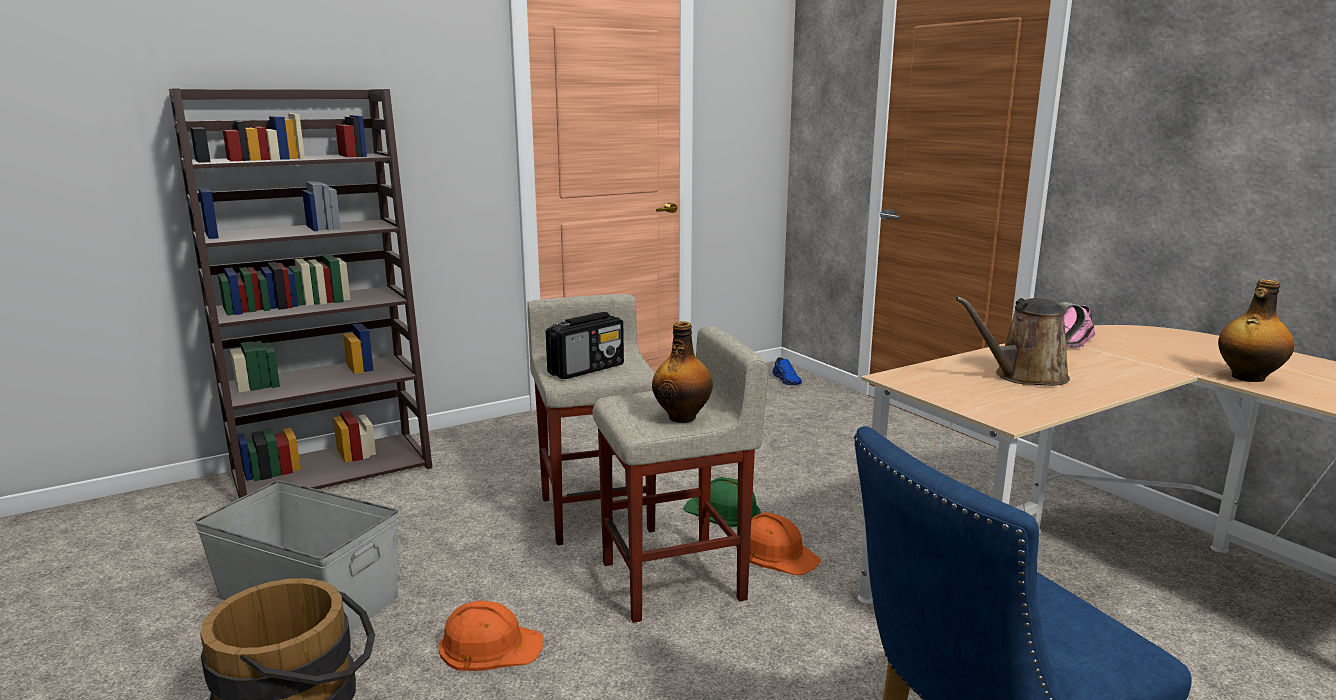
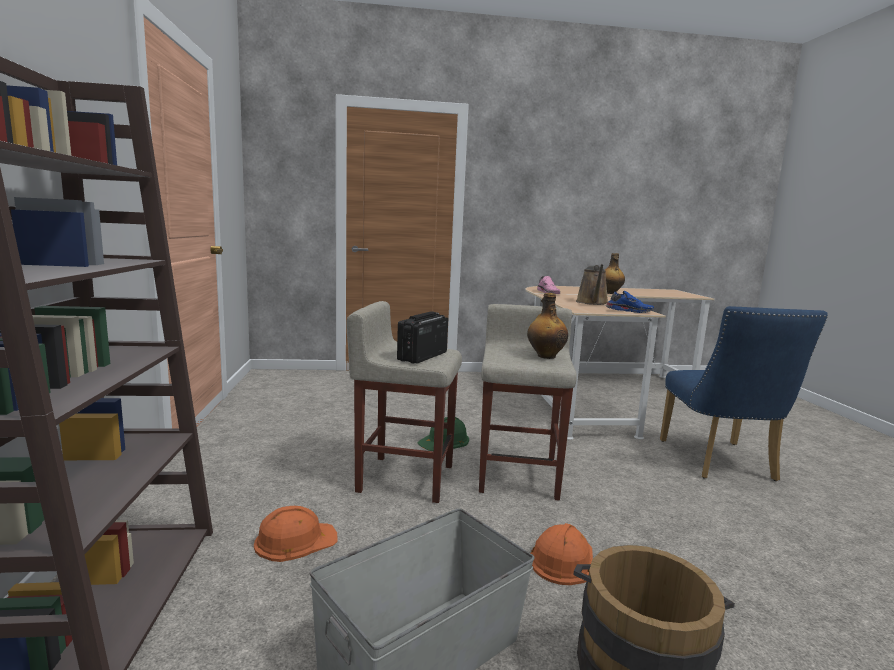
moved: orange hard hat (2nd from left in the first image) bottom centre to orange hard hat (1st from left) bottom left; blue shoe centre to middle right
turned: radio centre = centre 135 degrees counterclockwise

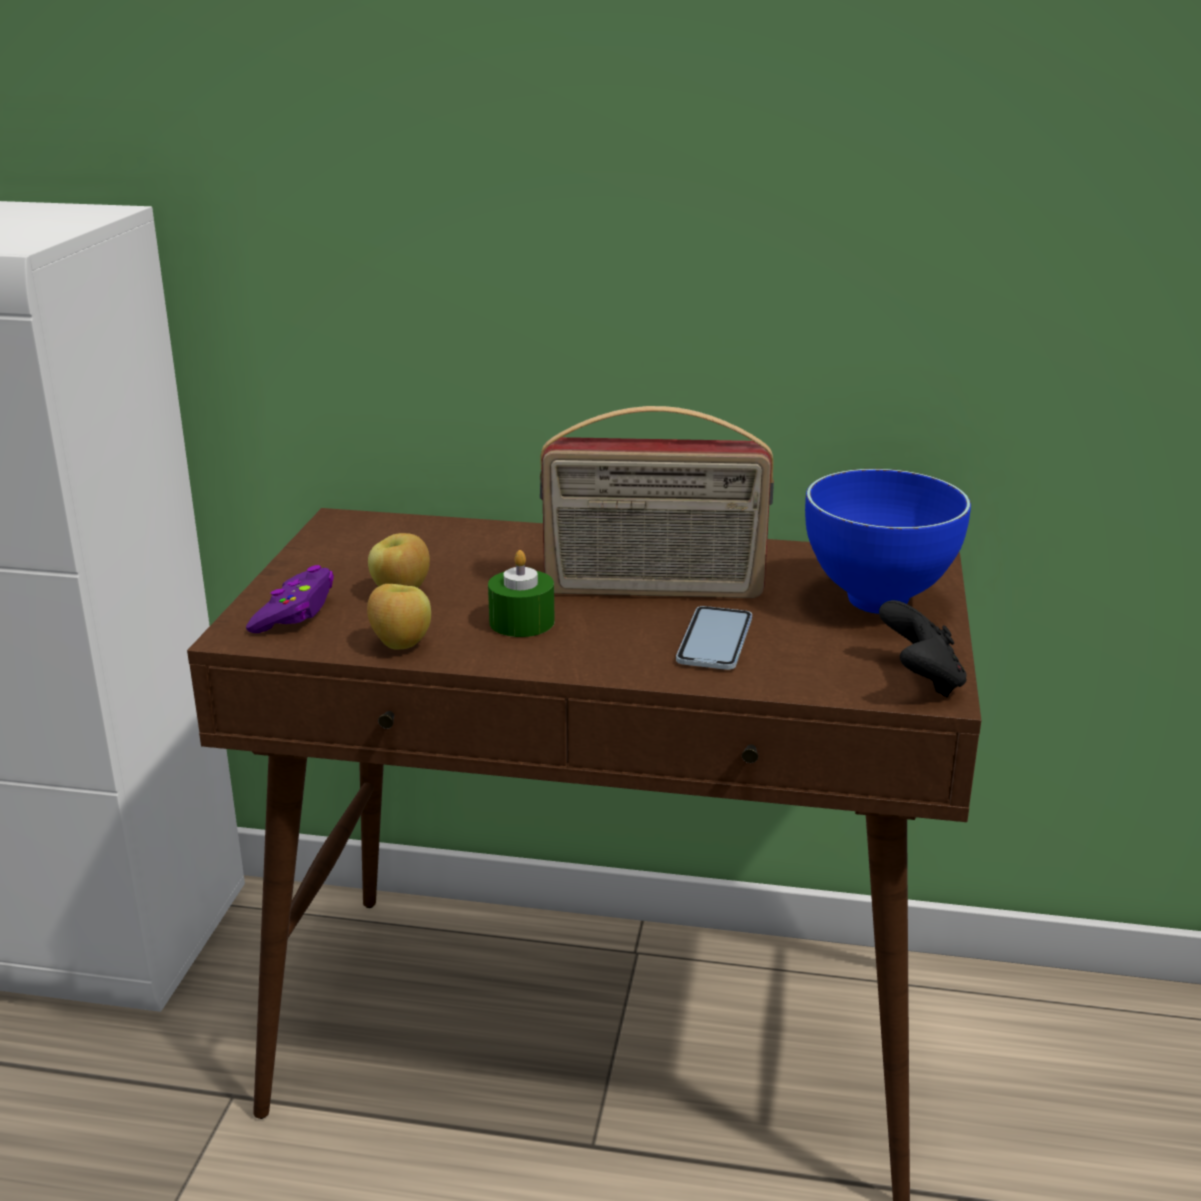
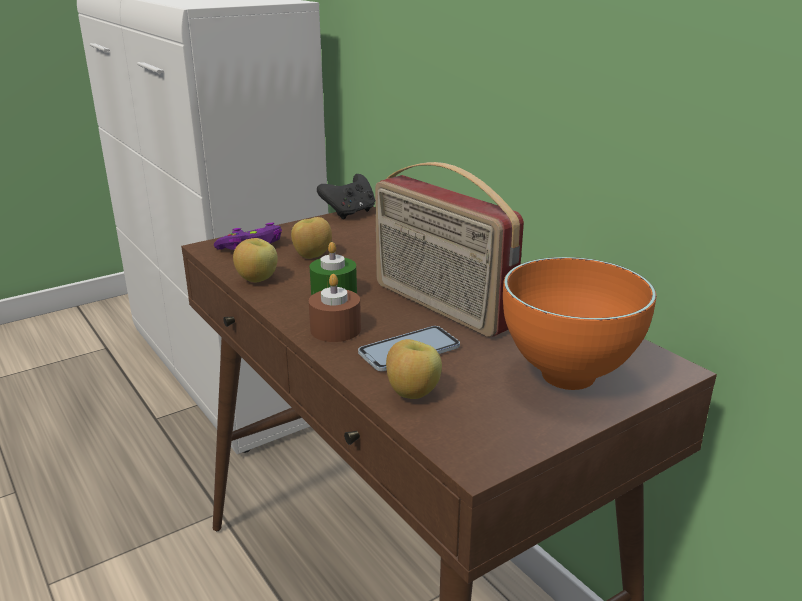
added: brown candle centre; apple (3rd from left) centre
moved: black game controller middle right to top centre
recoloured: blue bowl middle right to orange bowl middle right

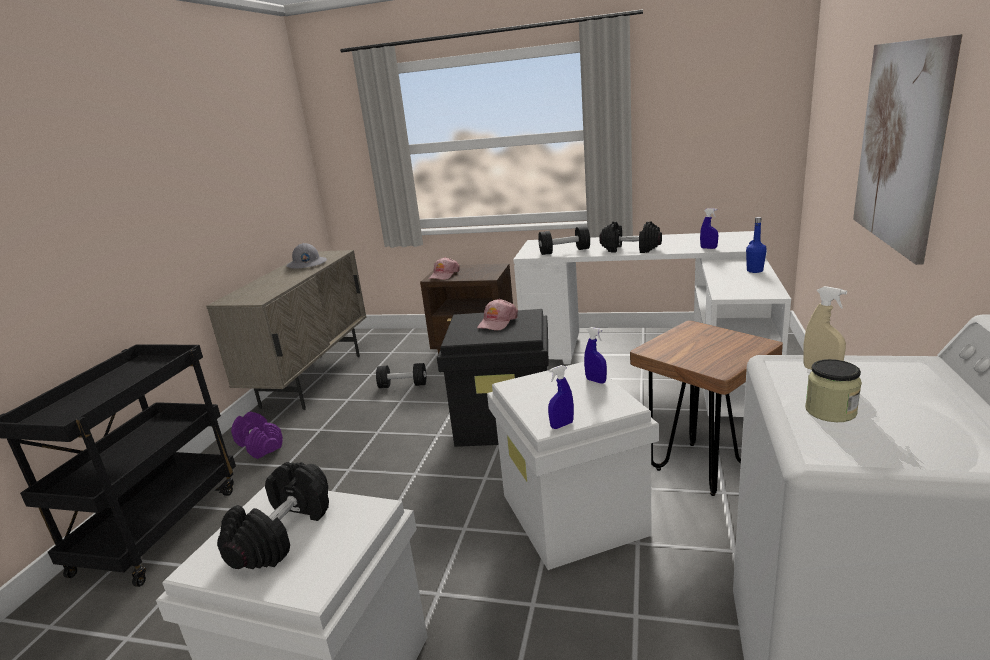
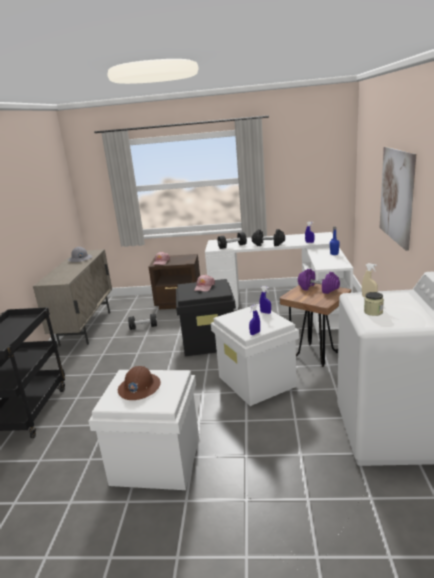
moved: purple dumbbell middle left to middle right
replaced: black dumbbell (1st from left) bottom left to brown hard hat middle left

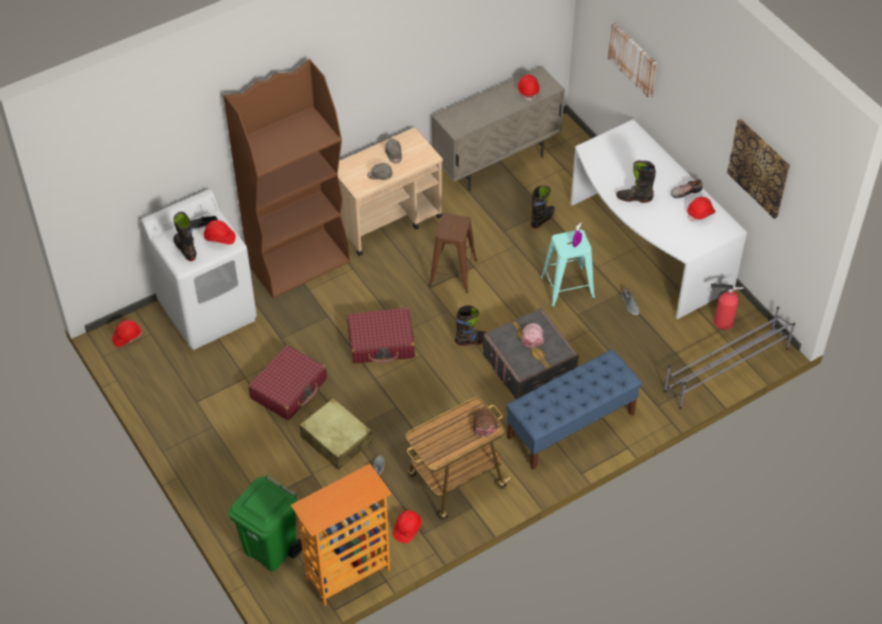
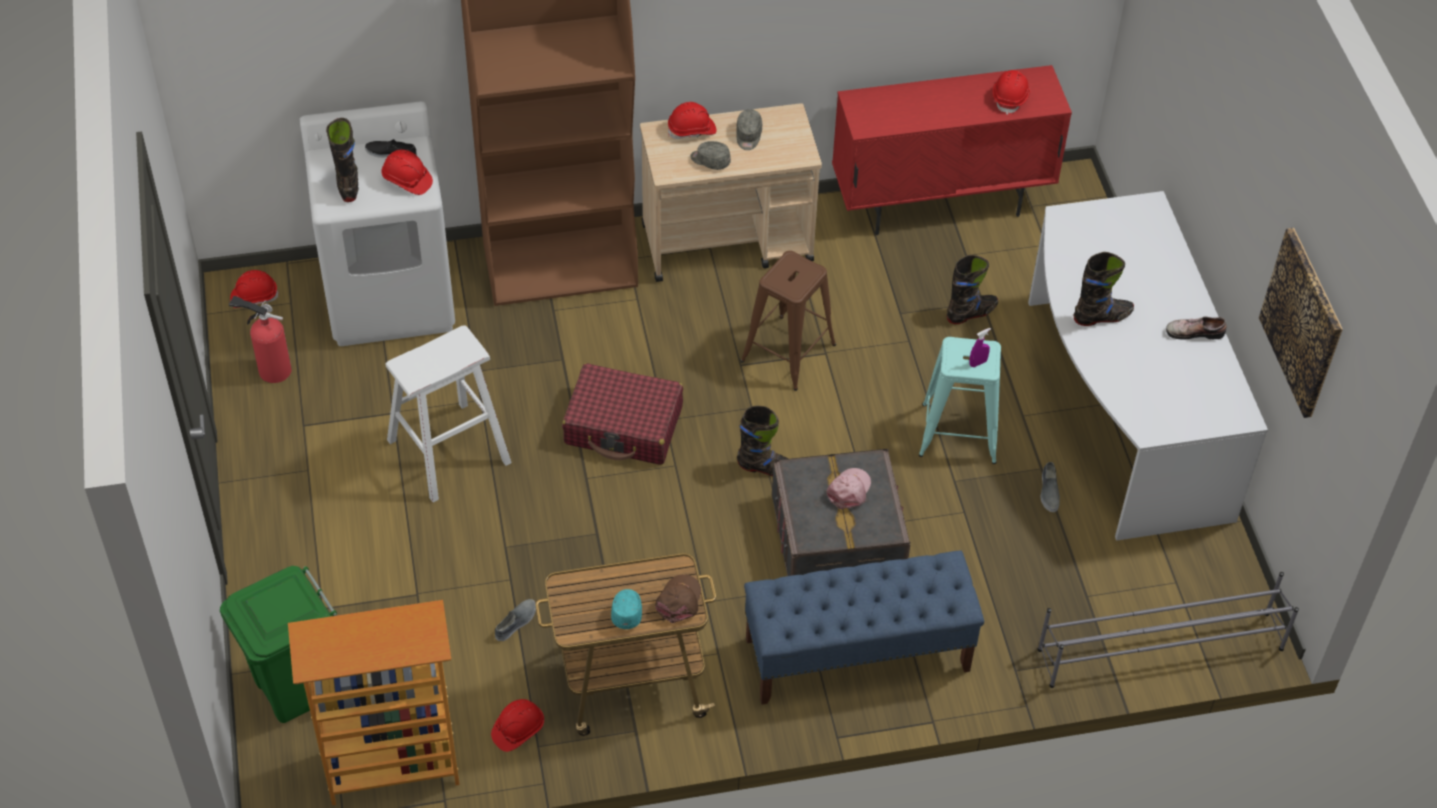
removed: beige suitcase bottom centre; picture (1st from left) top right
added: turquoise cap bottom centre
moved: red hard hat (5th from left in the first image) middle right to red hard hat (4th from left) top centre; fire extinguisher middle right to middle left
replaced: red suitcase (1st from left) middle left to white stool middle left
recoloured: beige cabinet top centre to red cabinet top centre
turned: black boot (4th from left) top right = middle right 135 degrees clockwise

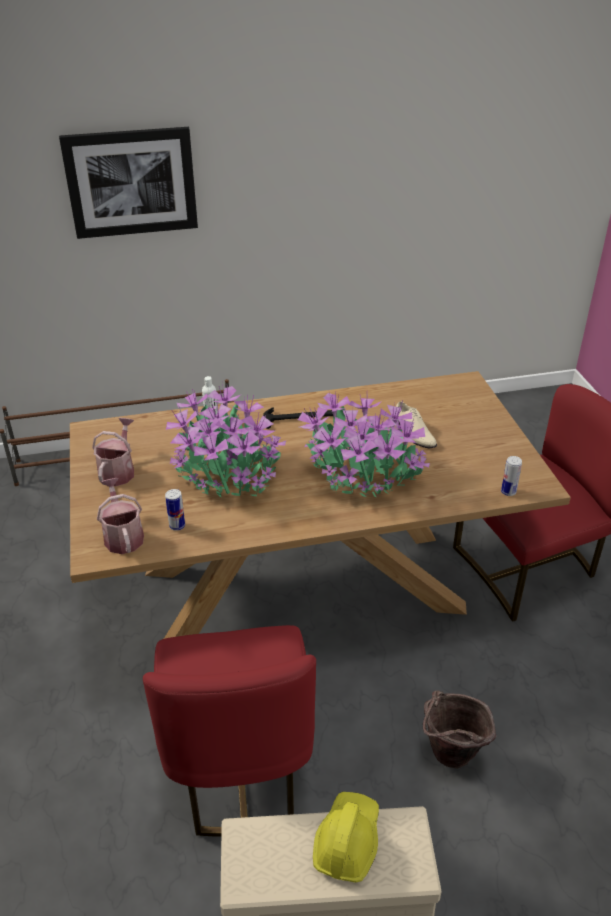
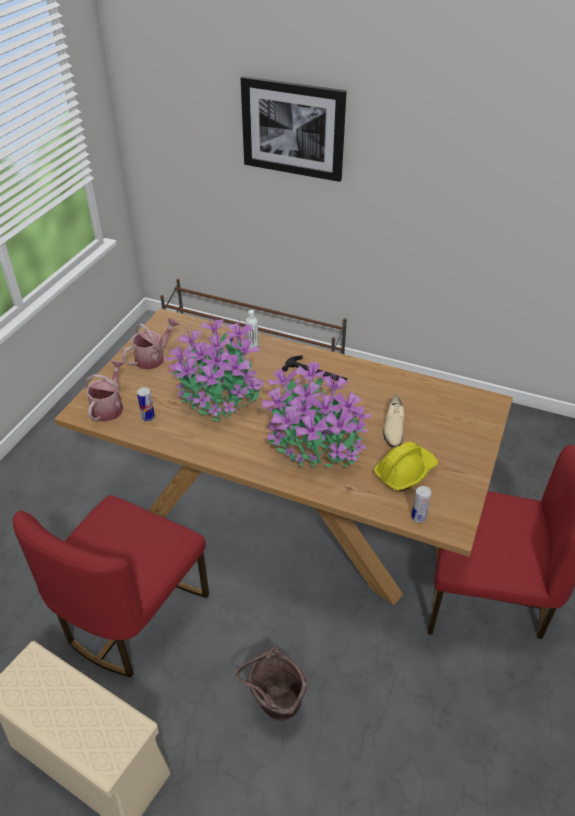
moved: yellow hard hat bottom centre to middle right

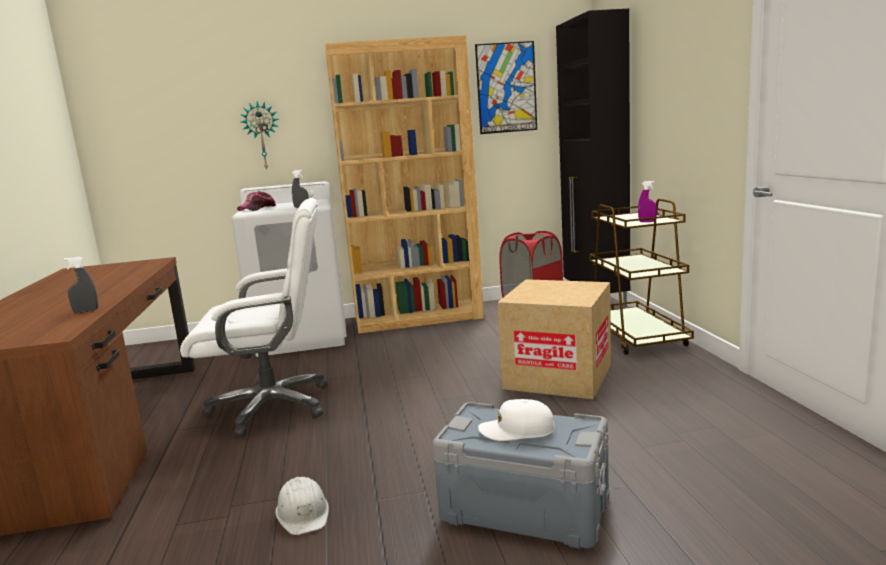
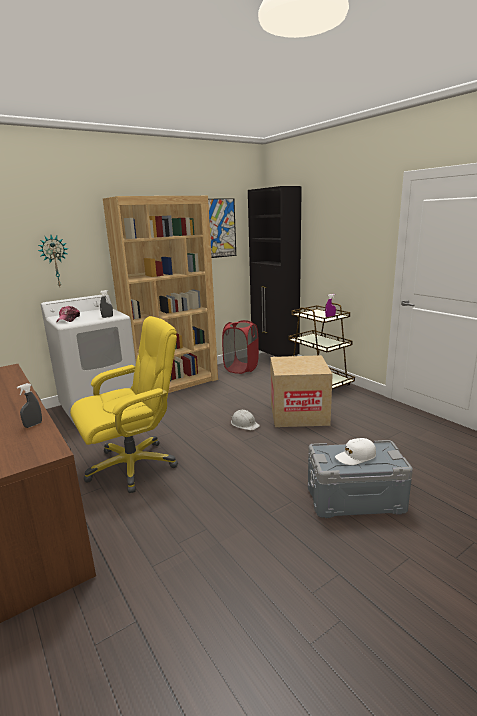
moved: white hard hat bottom centre to centre
recoloured: white office chair middle left to yellow office chair middle left

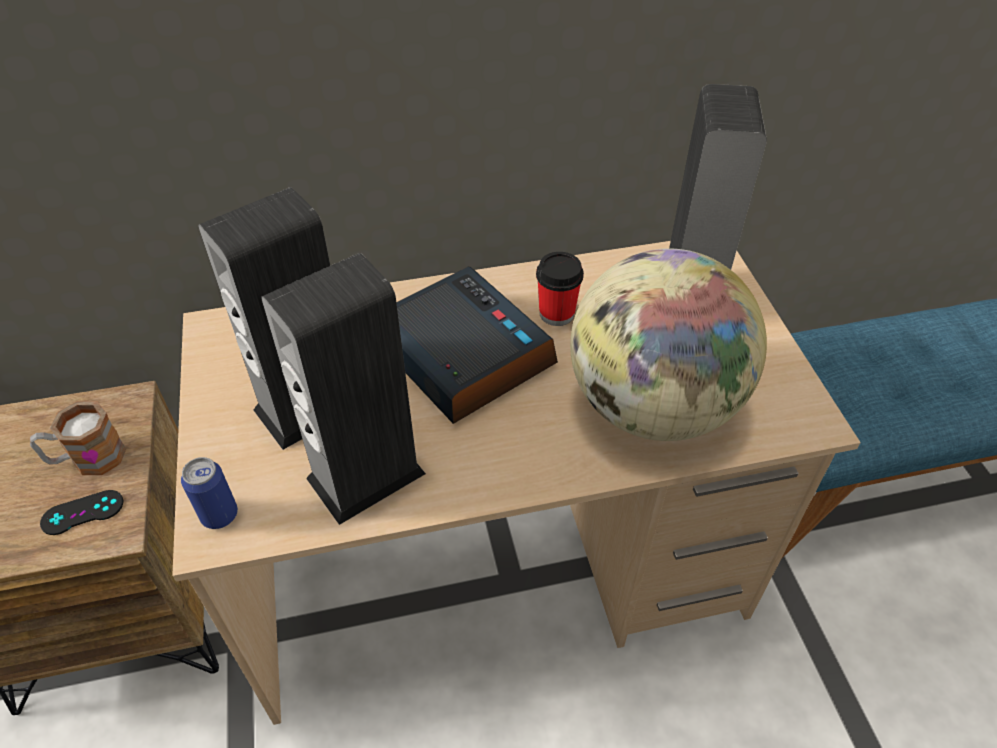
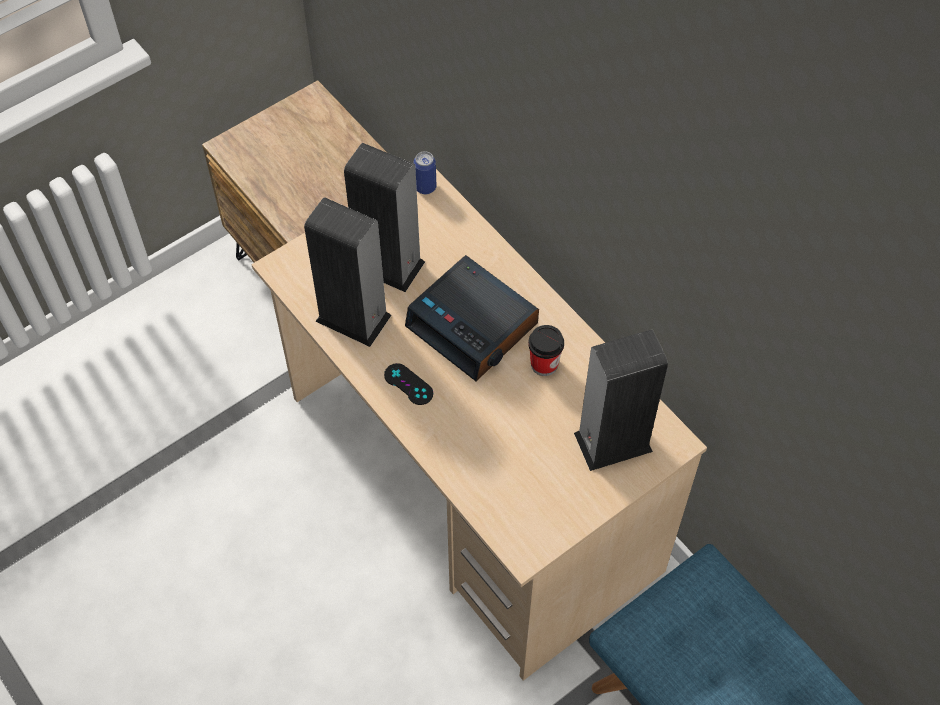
removed: mug middle left; globe middle right
moved: black game controller bottom left to centre; can middle left to top centre
turned: alarm clock centre = centre 105 degrees clockwise

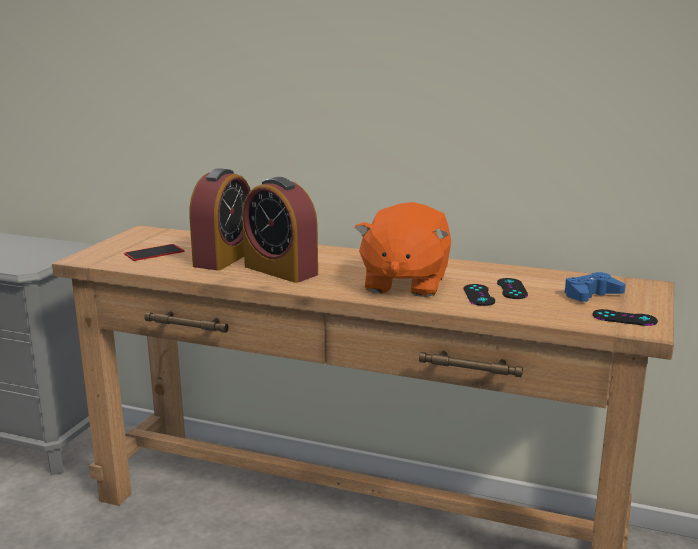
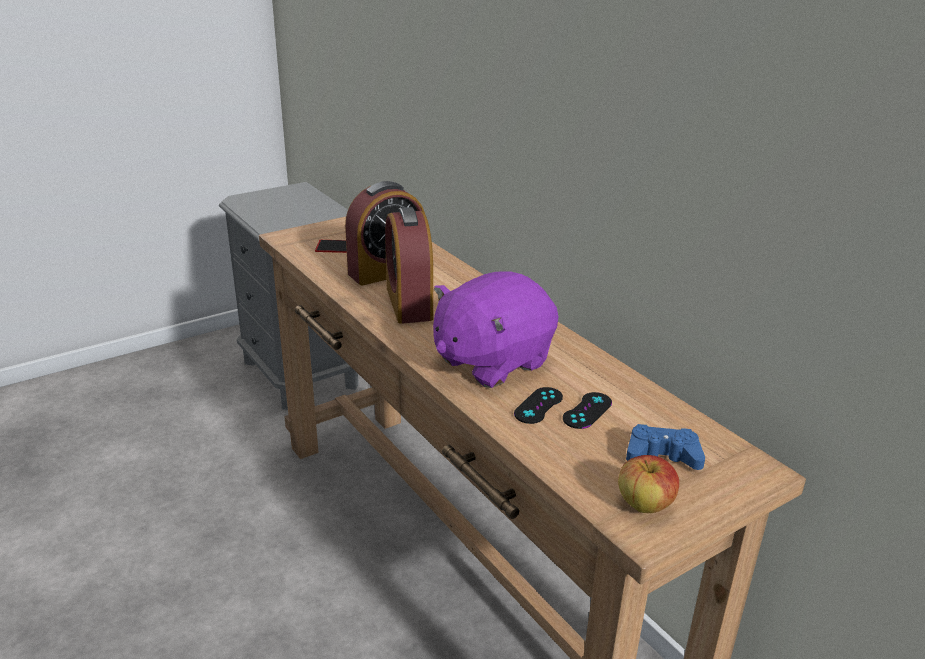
replaced: black game controller (3rd from left) middle right to apple bottom right
recoloured: orange plush toy centre to purple plush toy centre

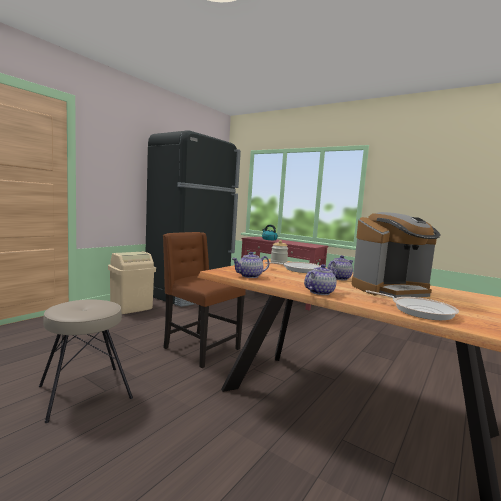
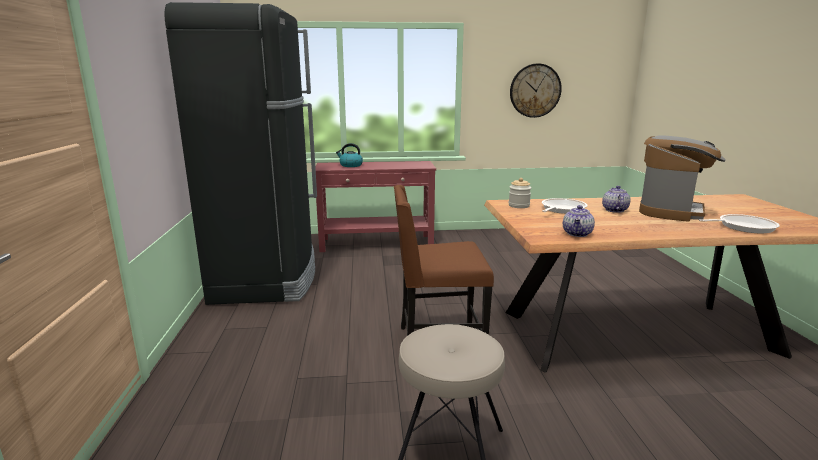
removed: beige trash can middle left; teapot (2nd from left) centre
added: wall clock top centre

